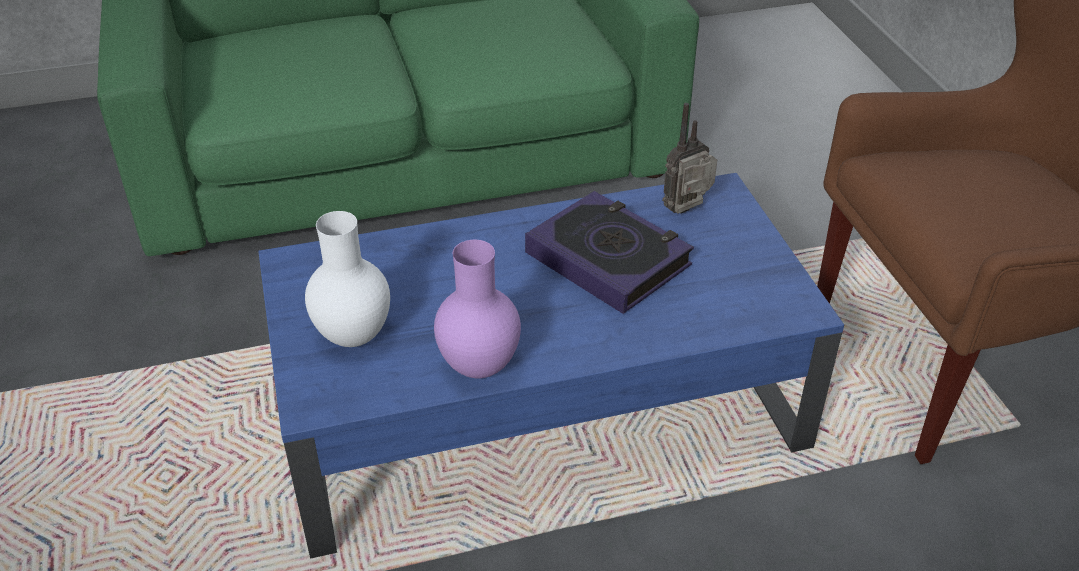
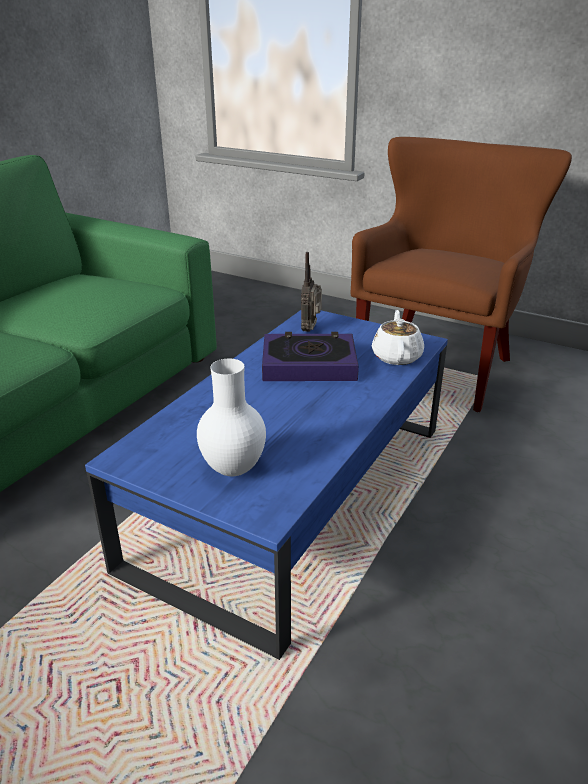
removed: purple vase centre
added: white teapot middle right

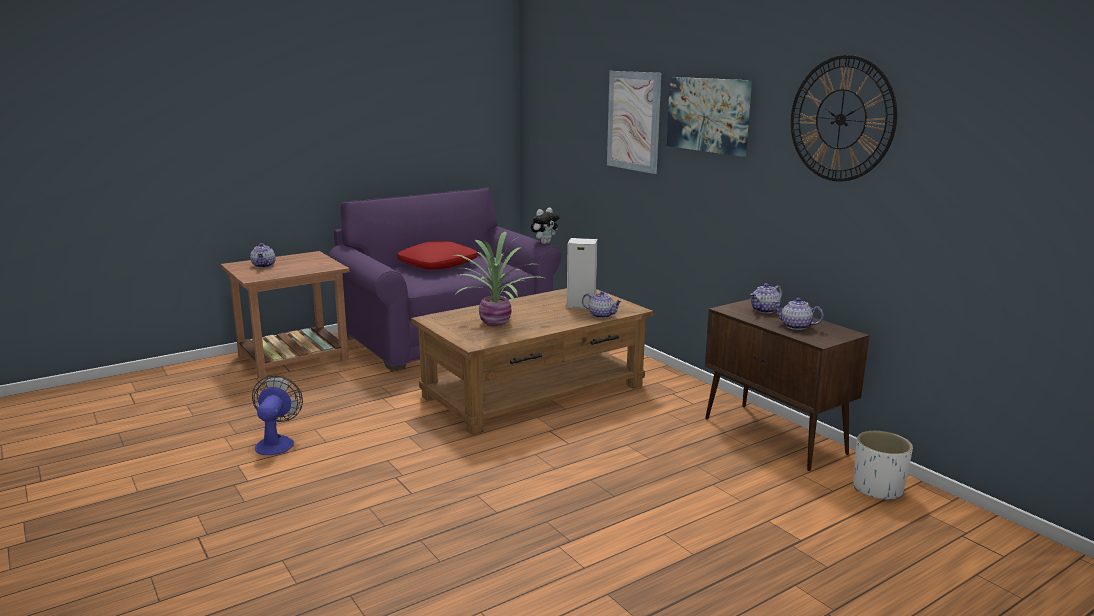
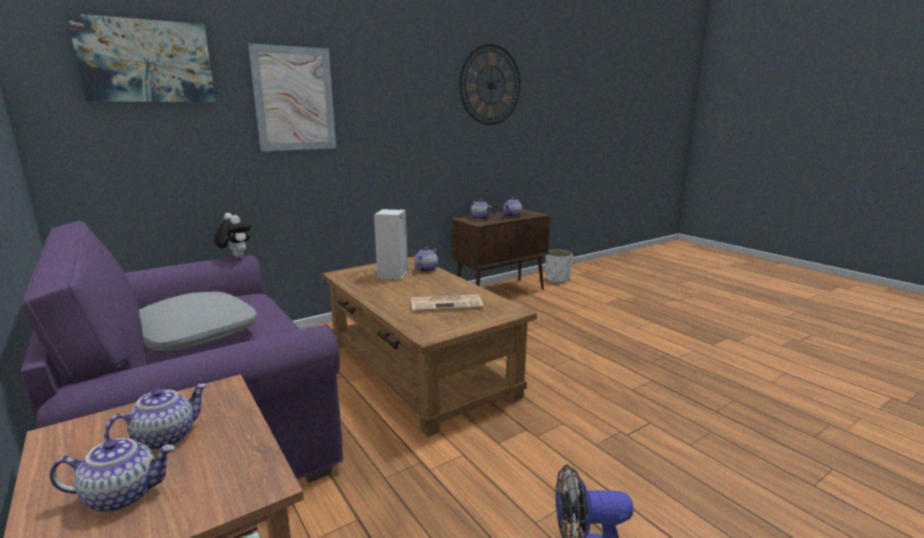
added: teapot (2nd from left) bottom left
moved: picture (2nd from left in the first image) top centre to picture (1st from left) top left
replaced: potted plant centre to newspaper centre
recoloured: red pillow centre to grey pillow middle left

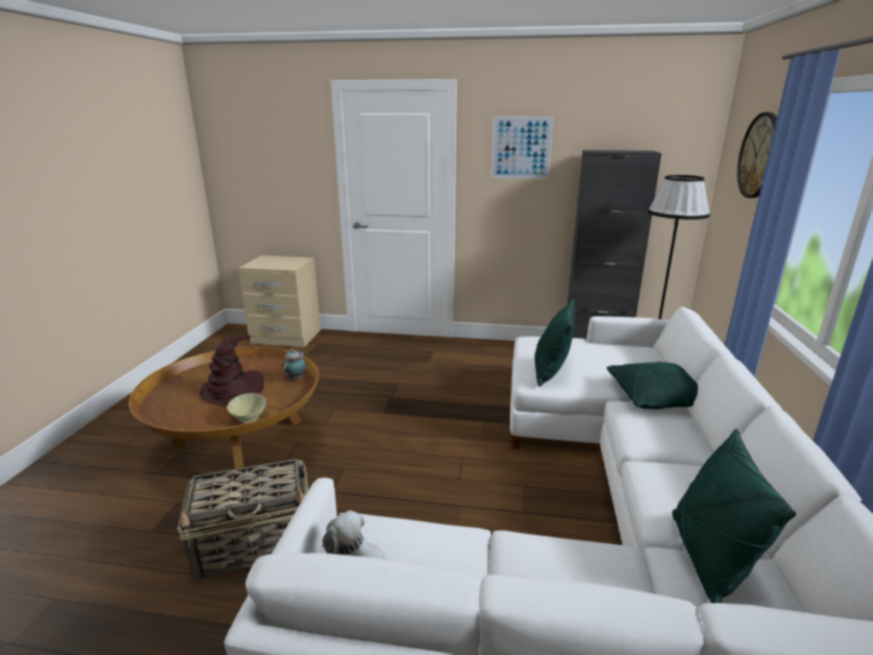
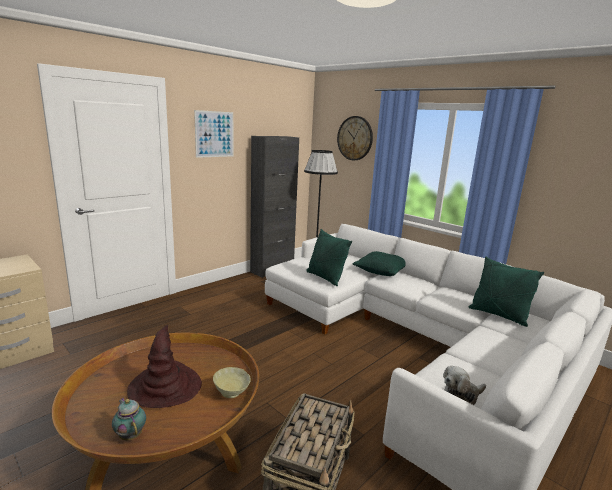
moved: teapot centre to bottom left

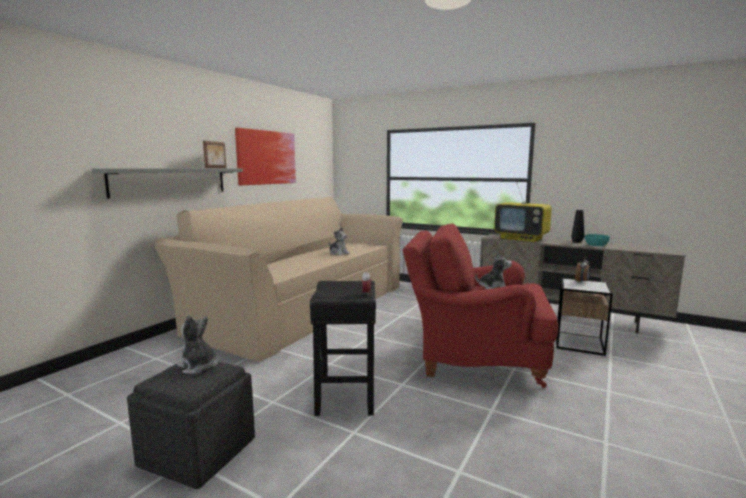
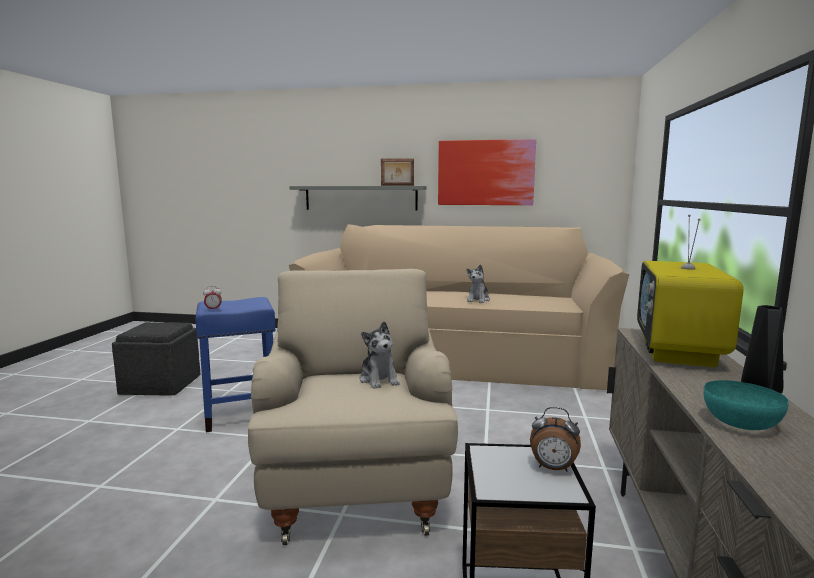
removed: plush toy (1st from left) bottom left
recoloured: black stool bottom centre to blue stool middle left; red armchair centre to beige armchair bottom centre

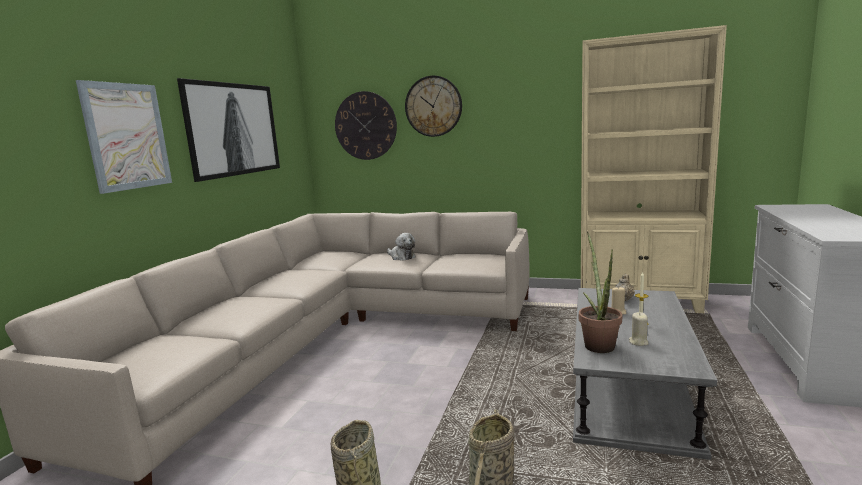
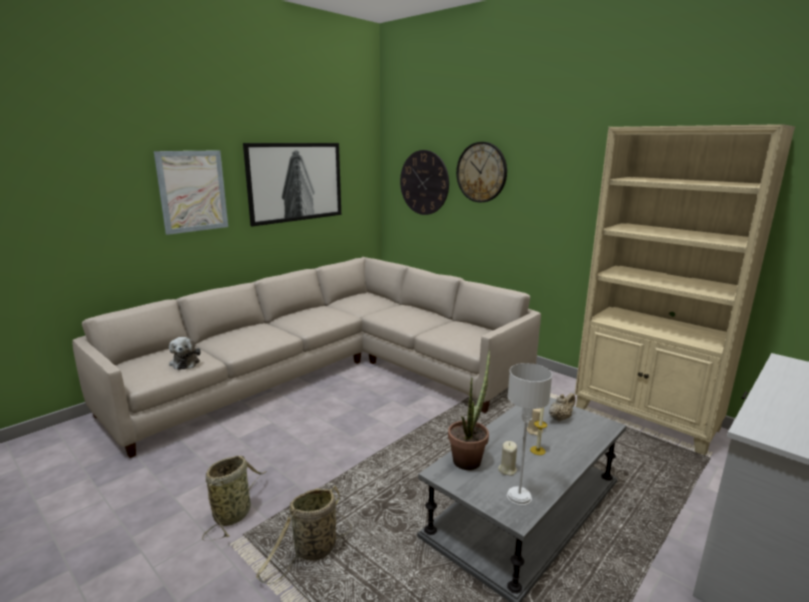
added: grey table lamp bottom centre
moved: plush toy centre to middle left

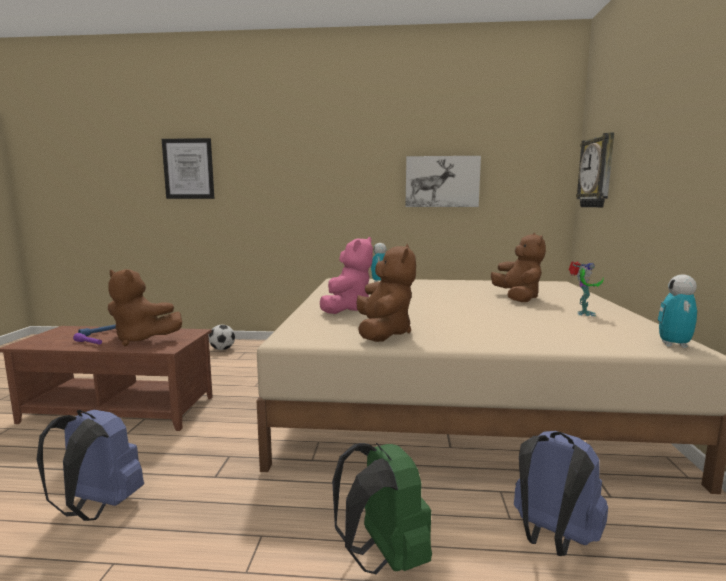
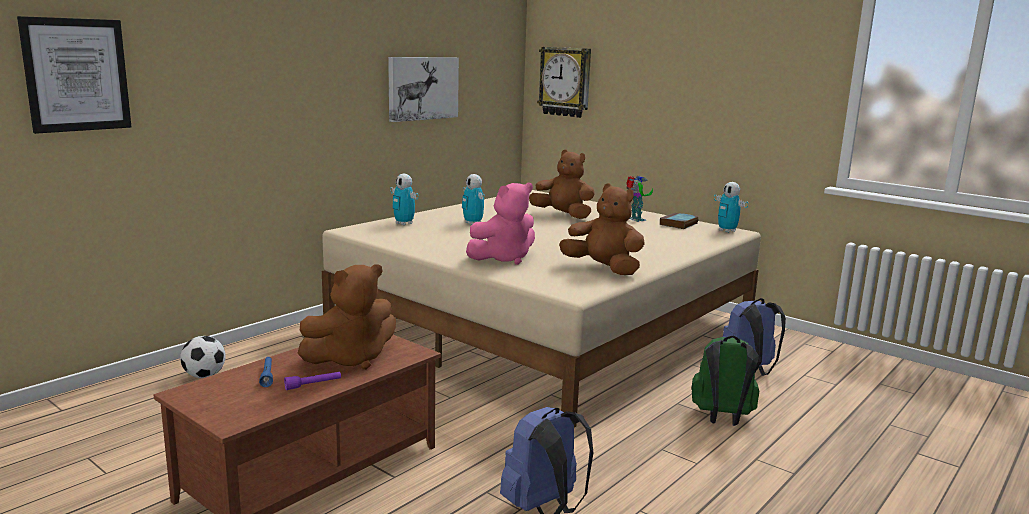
added: toy robot (2nd from left) centre; book centre
turned: pink plush toy centre = centre 90 degrees clockwise

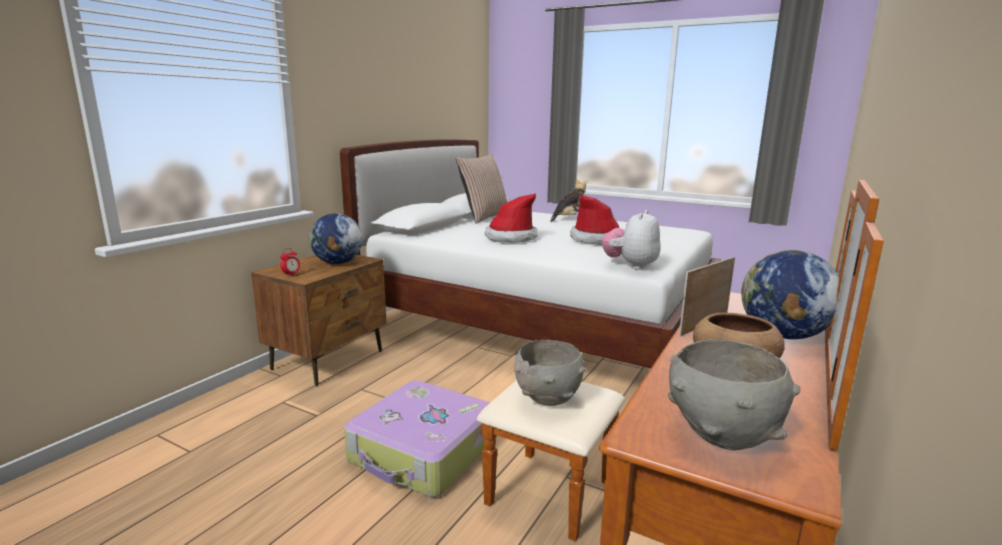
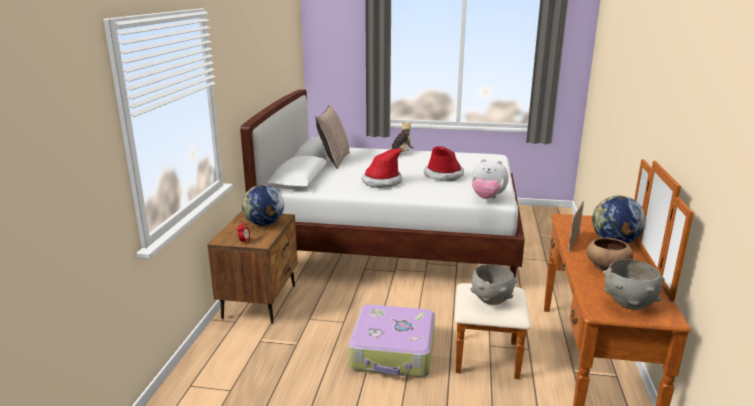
turned: plush toy (2nd from left) centre = centre 75 degrees counterclockwise

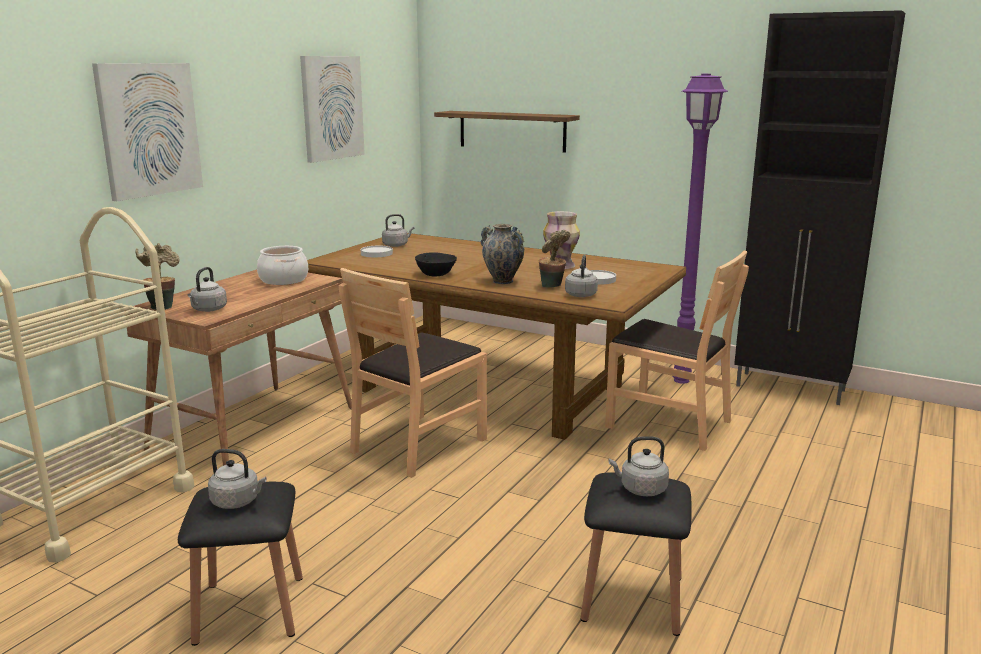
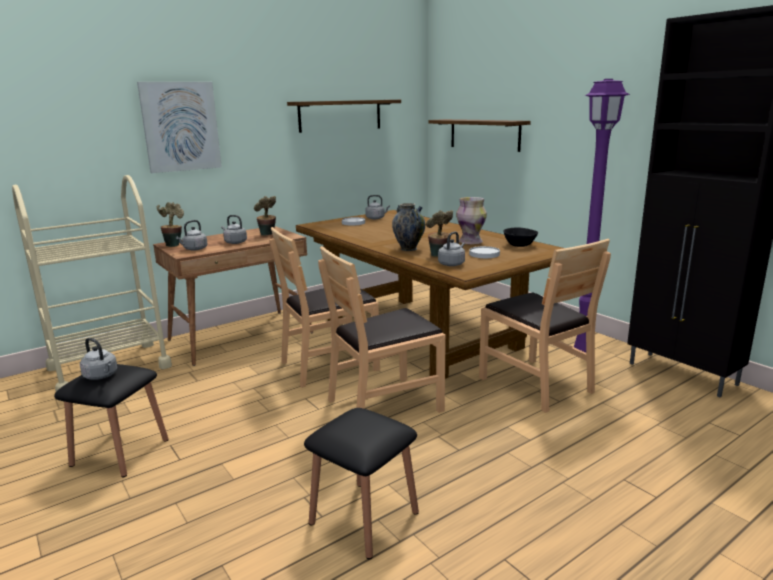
added: brown chair (2nd from left) centre
moved: black bowl centre to middle right; grey kettle (5th from left in the first image) bottom centre to grey kettle (3rd from left) middle left
replaced: cooking pot middle left to potted plant (2nd from left) centre; picture (2nd from left) top centre to shelf (1st from left) top centre

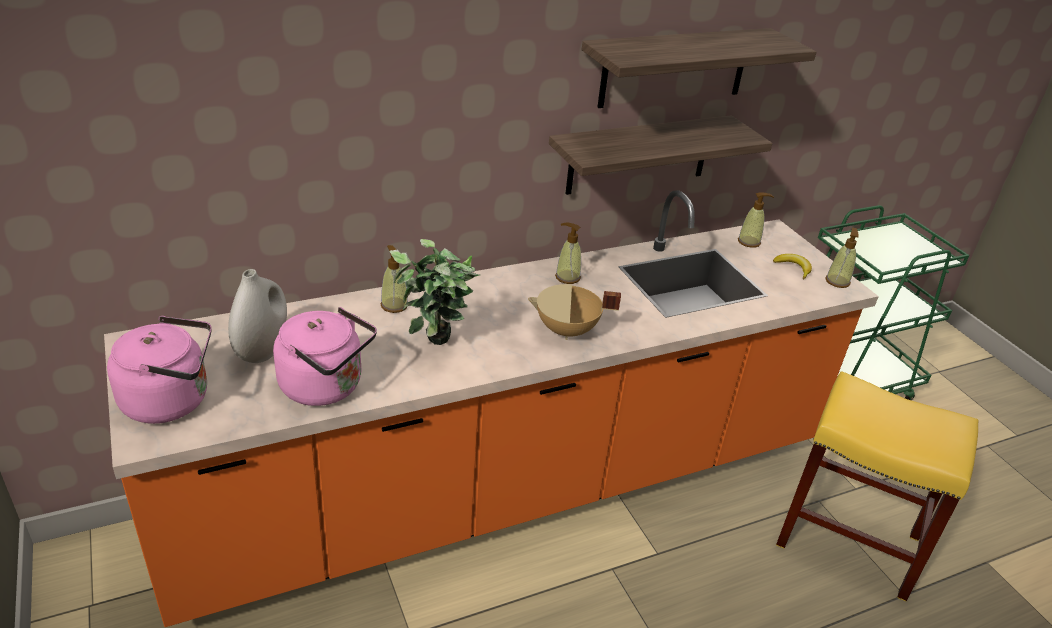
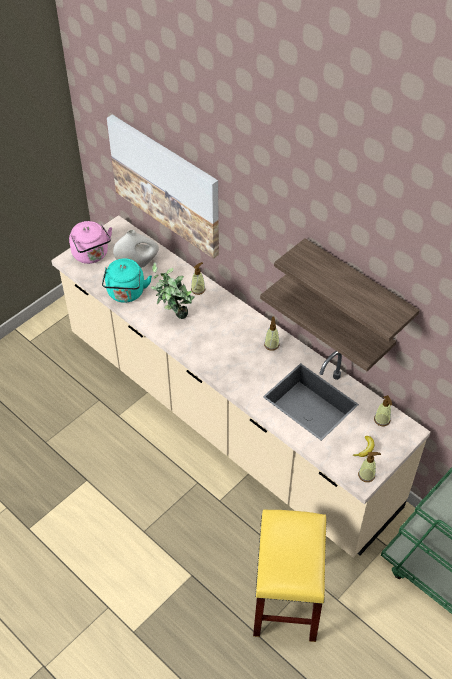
removed: beige cooking pot centre
added: picture top centre
recoloured: orange counter centre to beige counter centre; pink kettle (2nd from left) middle left to turquoise kettle middle left

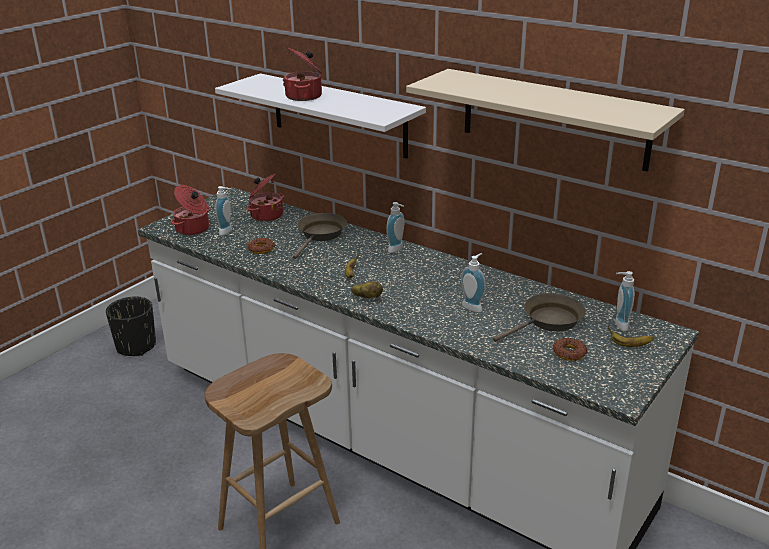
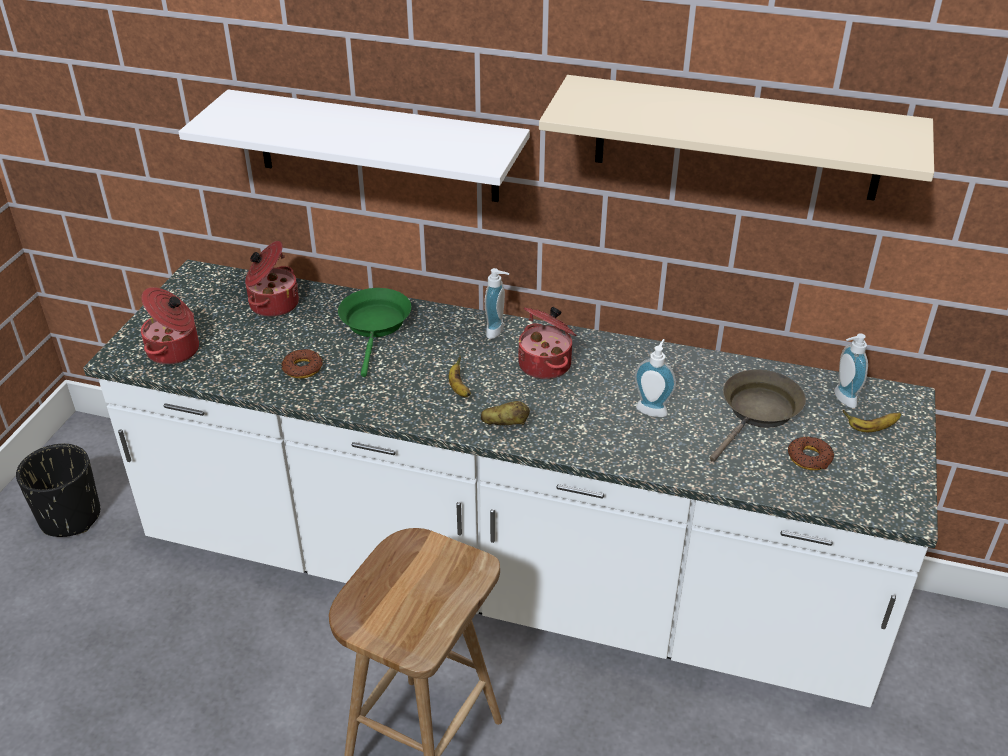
removed: soap dispenser (1st from left) middle left
moved: cooking pot (3rd from left) top centre to centre
recoloured: brown frying pan (1st from left) centre to green frying pan centre

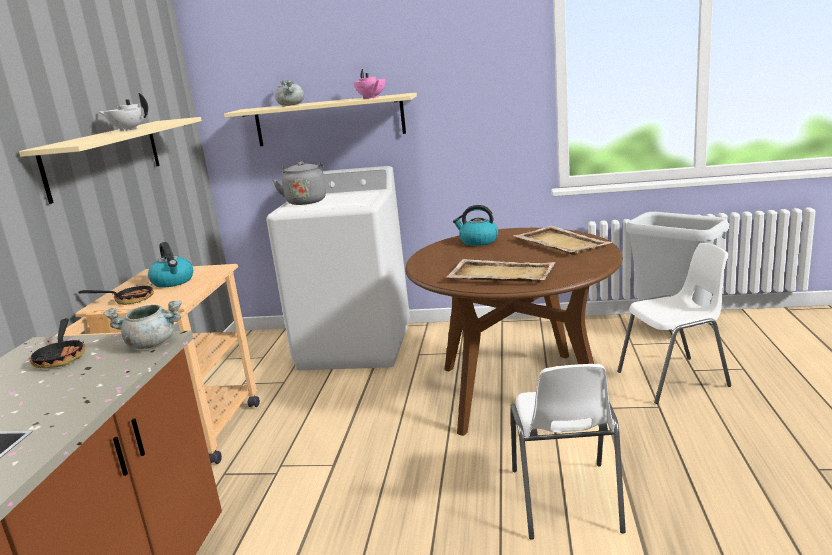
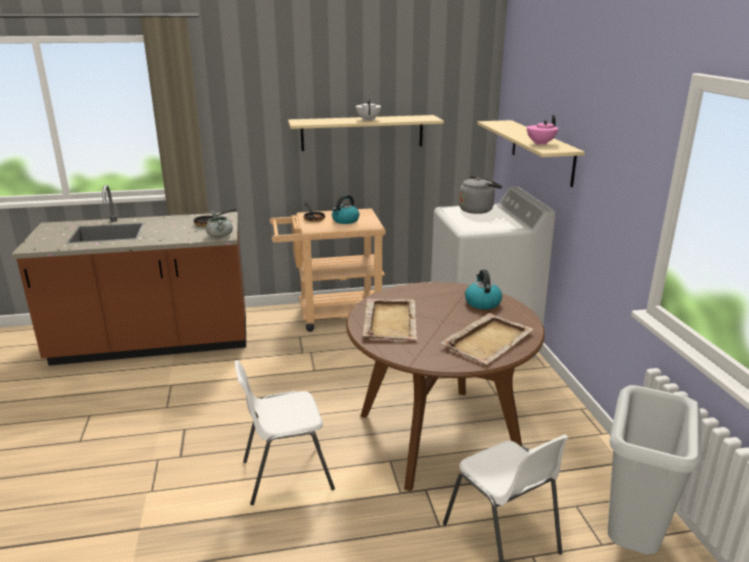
removed: grey cooking pot (2nd from left) top centre

